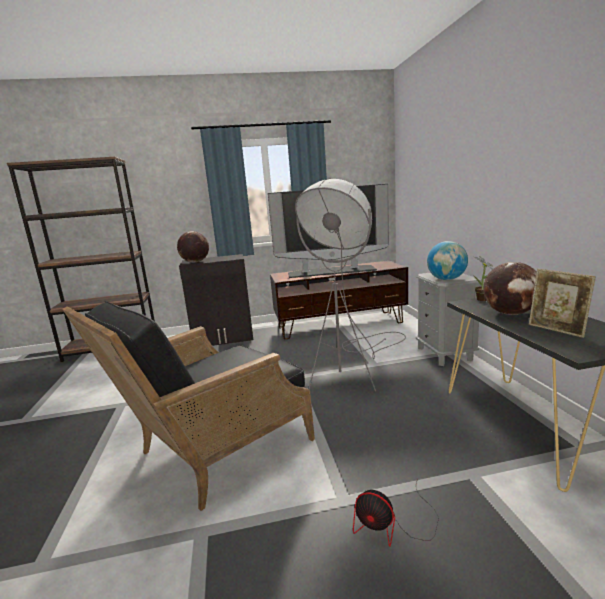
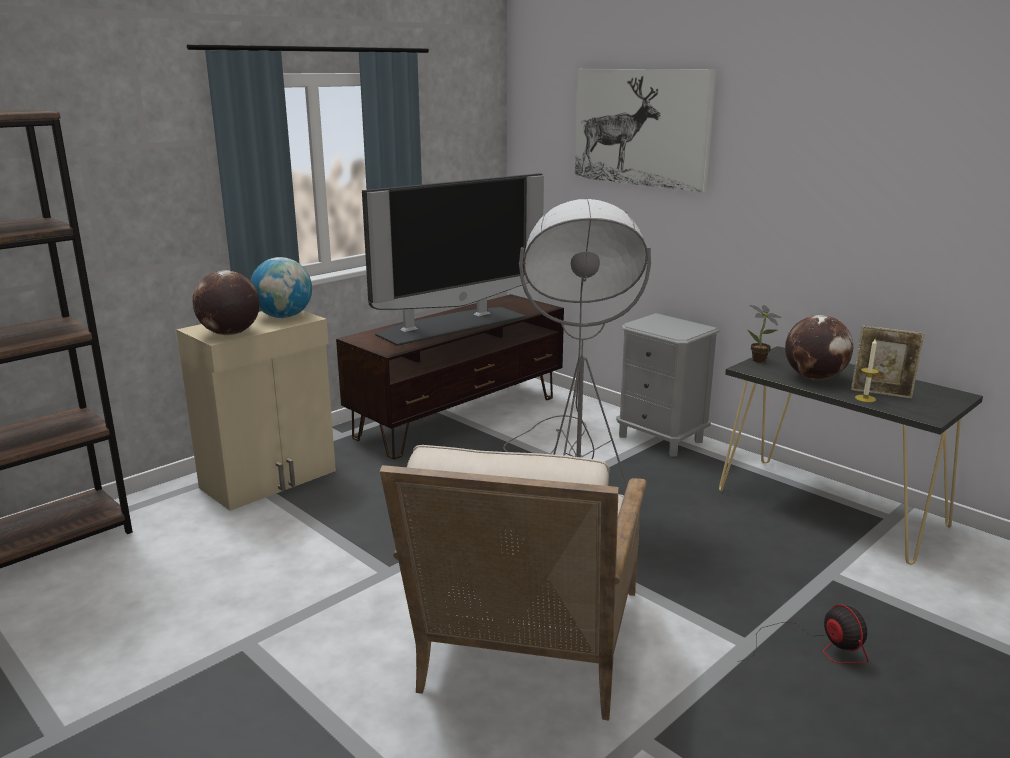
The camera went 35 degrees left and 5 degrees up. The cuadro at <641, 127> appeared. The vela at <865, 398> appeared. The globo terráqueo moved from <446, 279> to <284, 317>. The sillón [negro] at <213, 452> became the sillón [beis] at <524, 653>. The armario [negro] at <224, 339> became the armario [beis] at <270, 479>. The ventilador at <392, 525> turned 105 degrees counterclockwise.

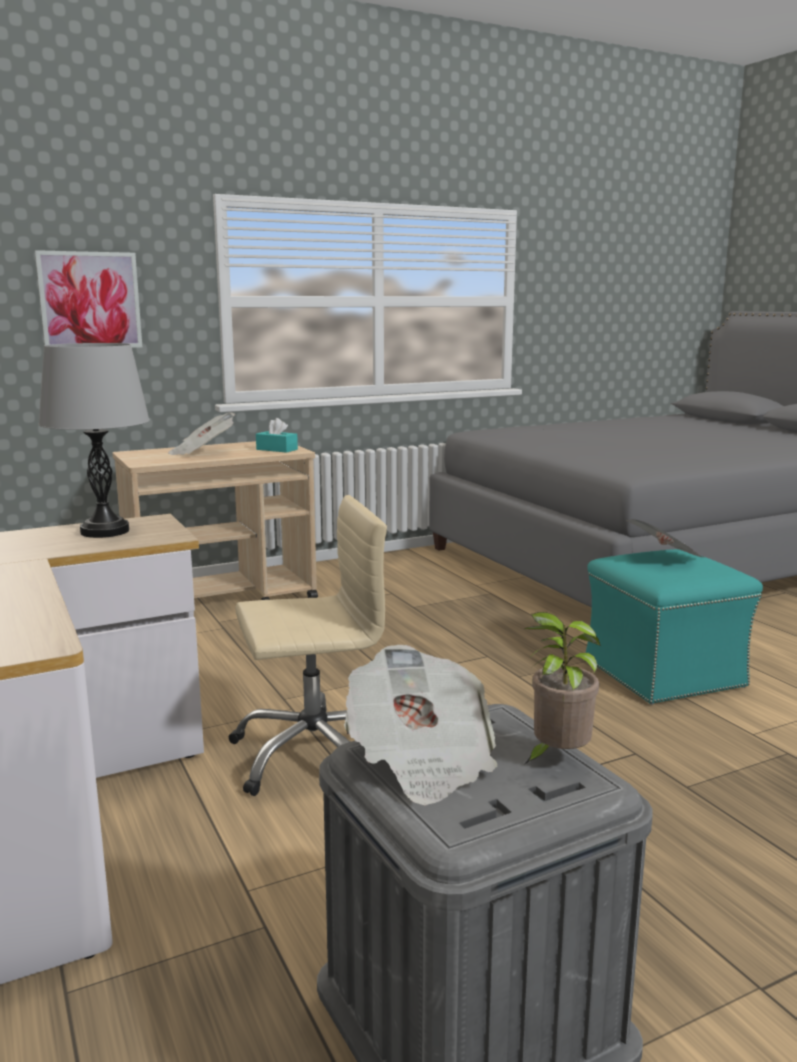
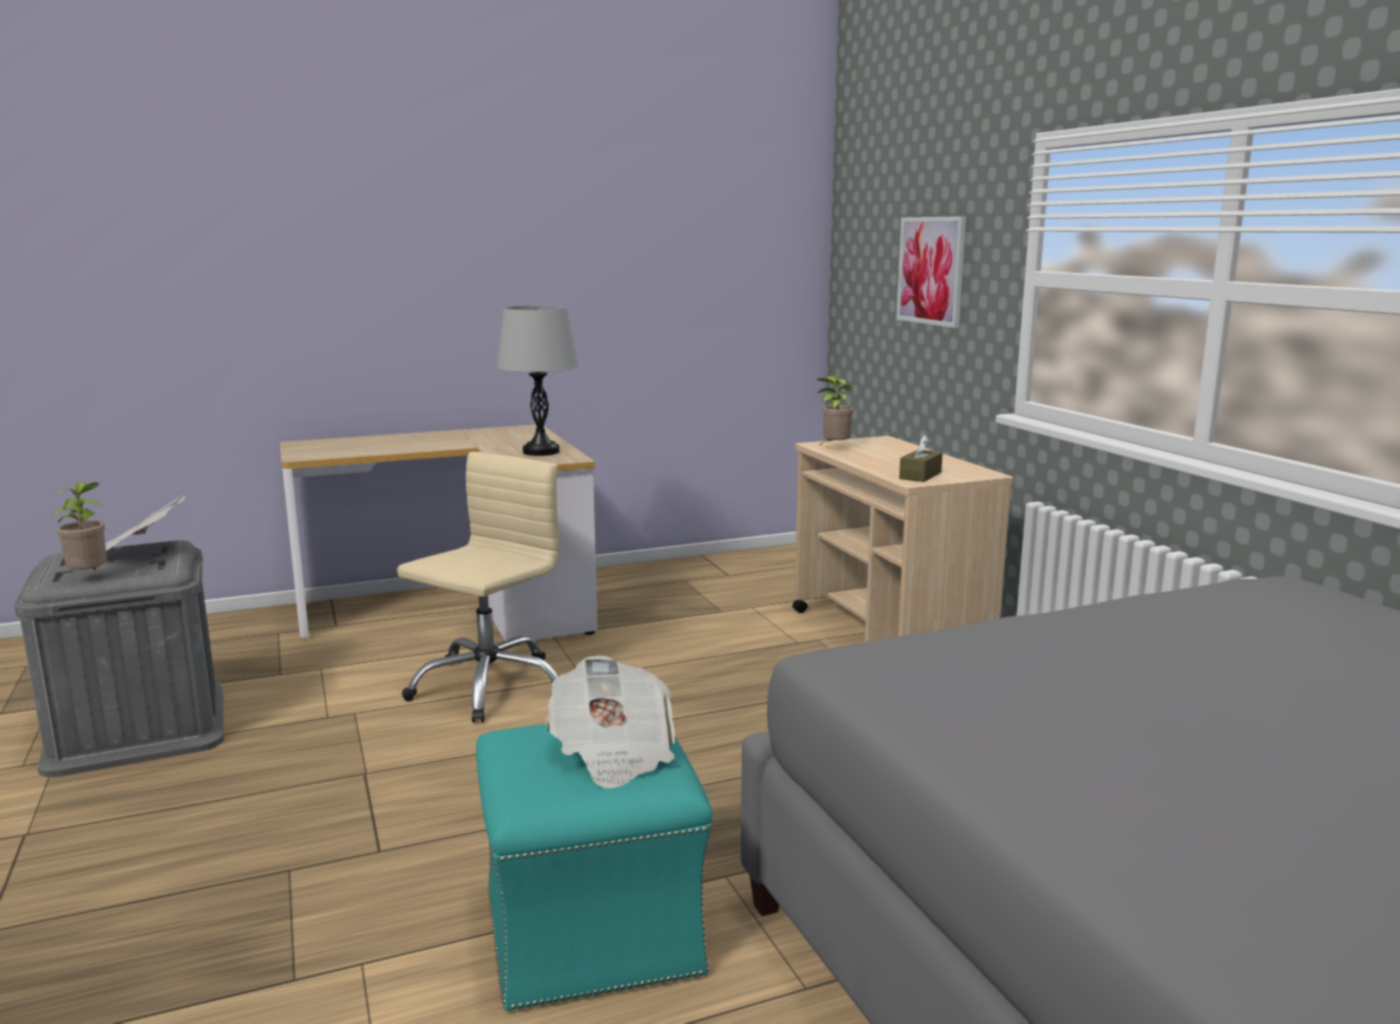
The camera went 95 degrees right and 0 degrees up. The periódico at <203, 452> disappeared. The planta en maceta at <834, 448> appeared. The caja de pañuelos [turquesa] at <277, 449> became the caja de pañuelos [marrón] at <920, 475>. The silla de oficina [beis] at <314, 754> turned 135 degrees counterclockwise.

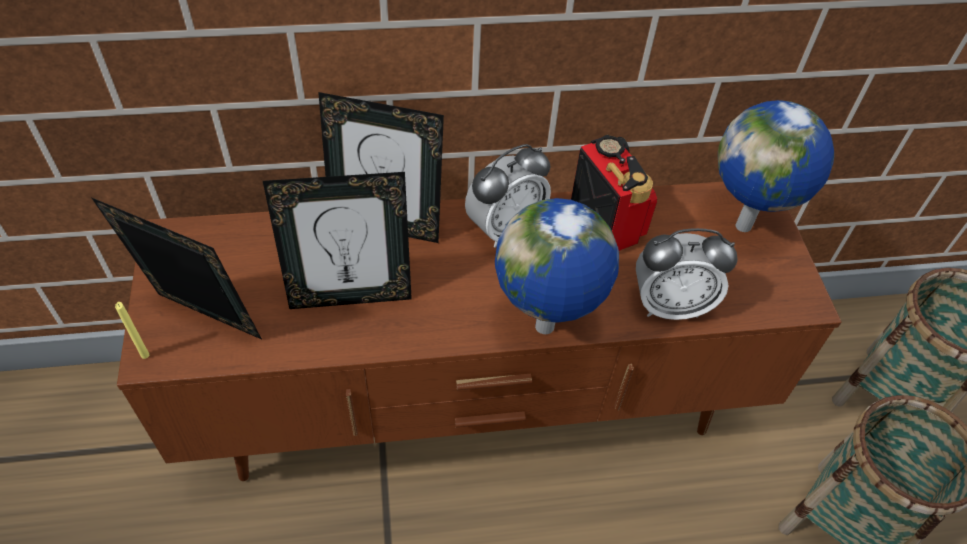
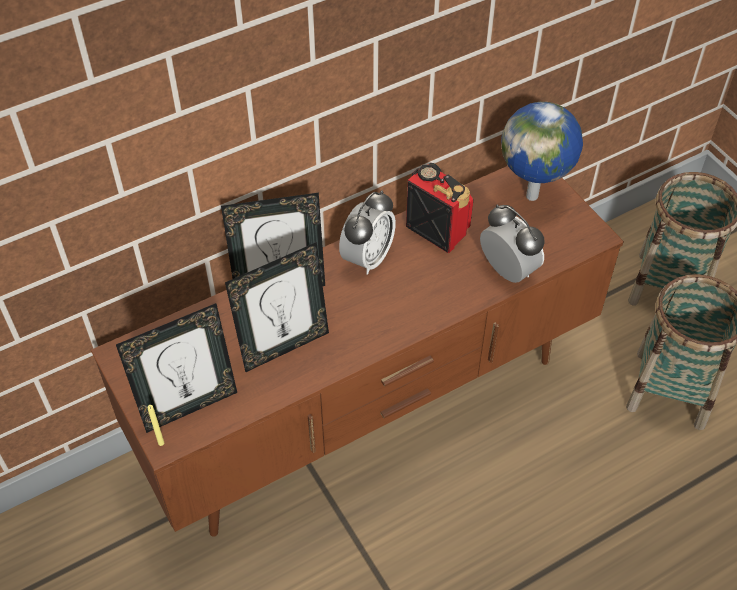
The camera went 20 degrees left and 0 degrees up. The globo terráqueo at <546, 328> disappeared. The portarretratos at <203, 324> turned 150 degrees clockwise. The despertador at <670, 305> turned 105 degrees counterclockwise.

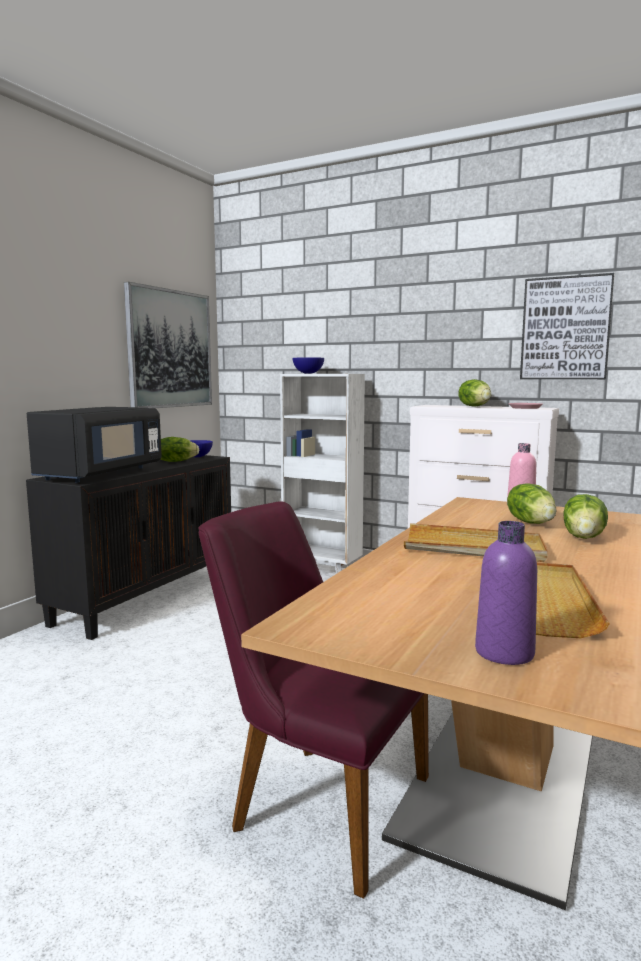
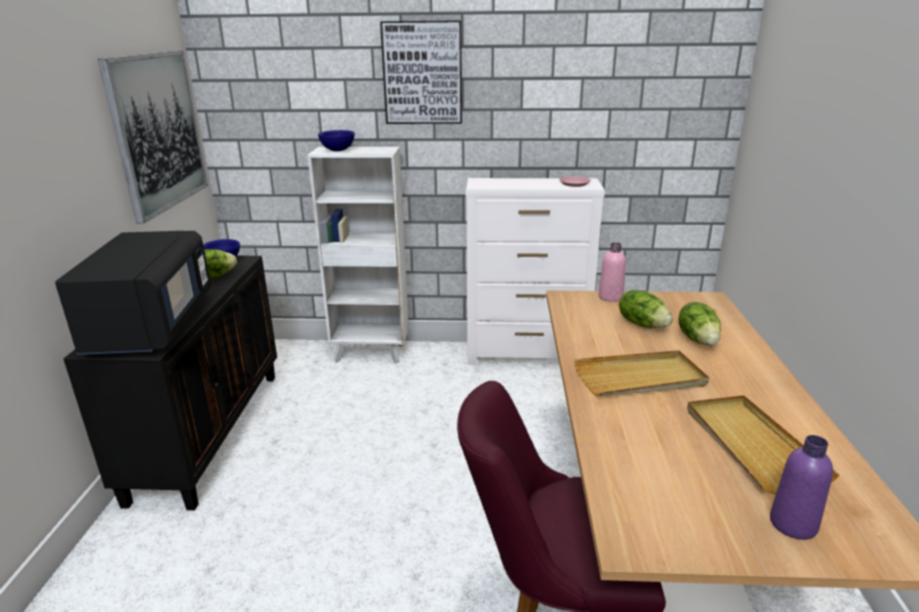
The camera went 25 degrees left and 15 degrees up. The lechuga at <475, 406> disappeared. The cuadro moved from <565, 328> to <422, 73>.

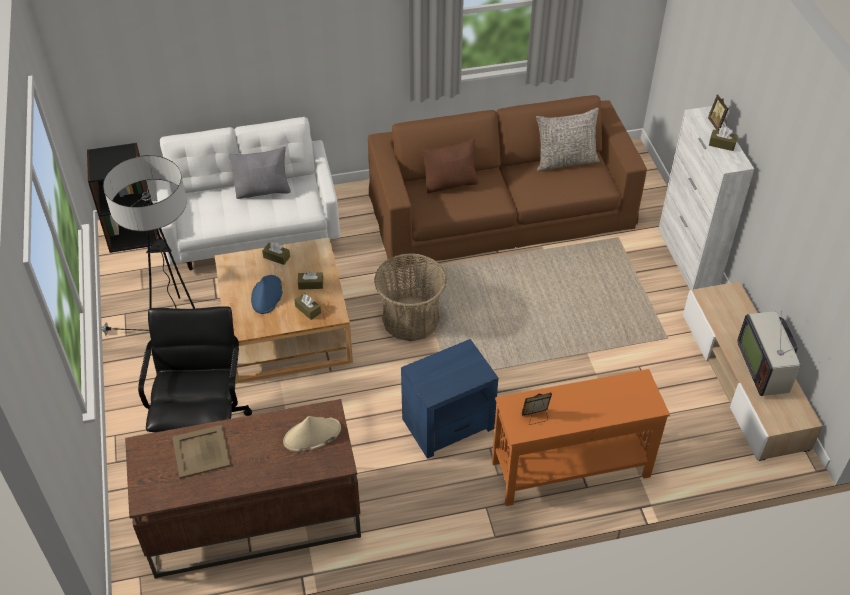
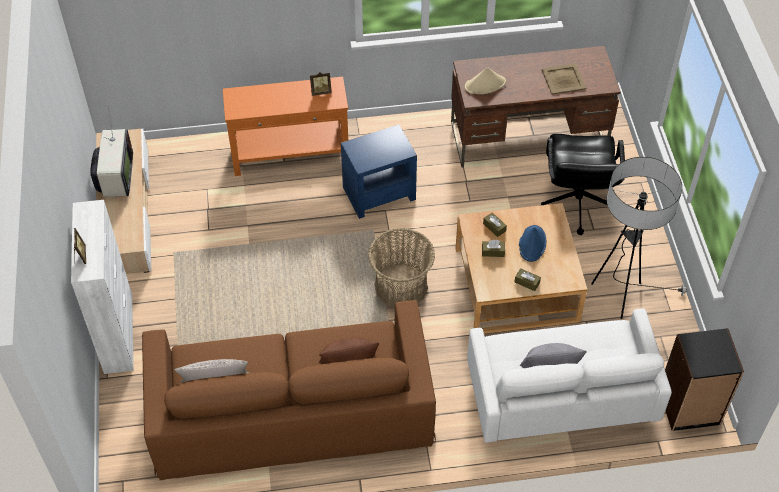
The camera went 175 degrees left and 5 degrees up. The caja de pañuelos [marrón] at <722, 144> disappeared.

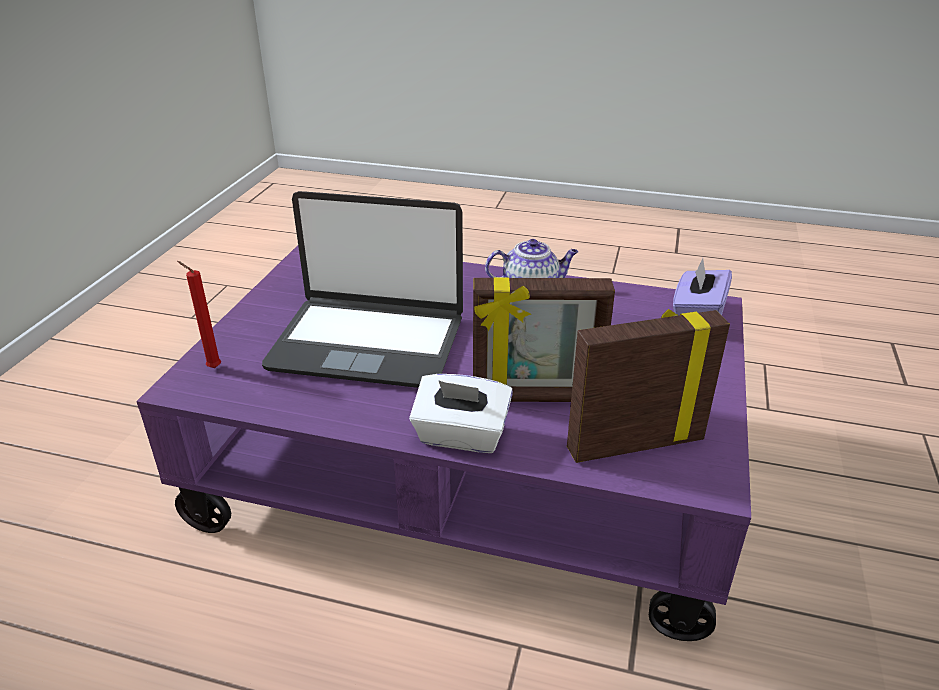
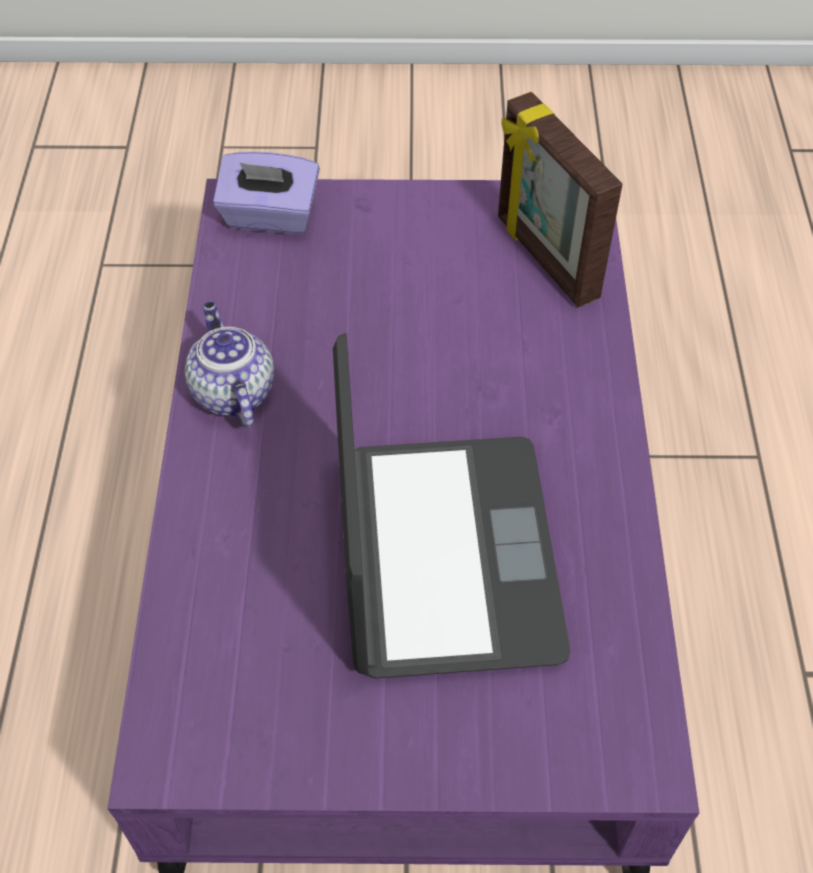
The camera went 105 degrees left and 20 degrees up. The vela [rojo] at <212, 367> disappeared. The caja de pañuelos [blanco] at <461, 436> disappeared. The portarretratos at <536, 398> disappeared.

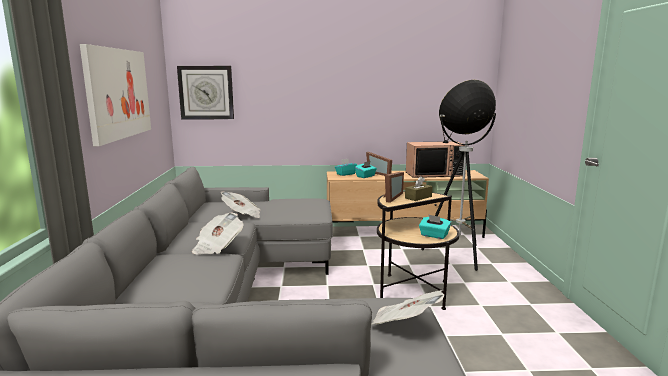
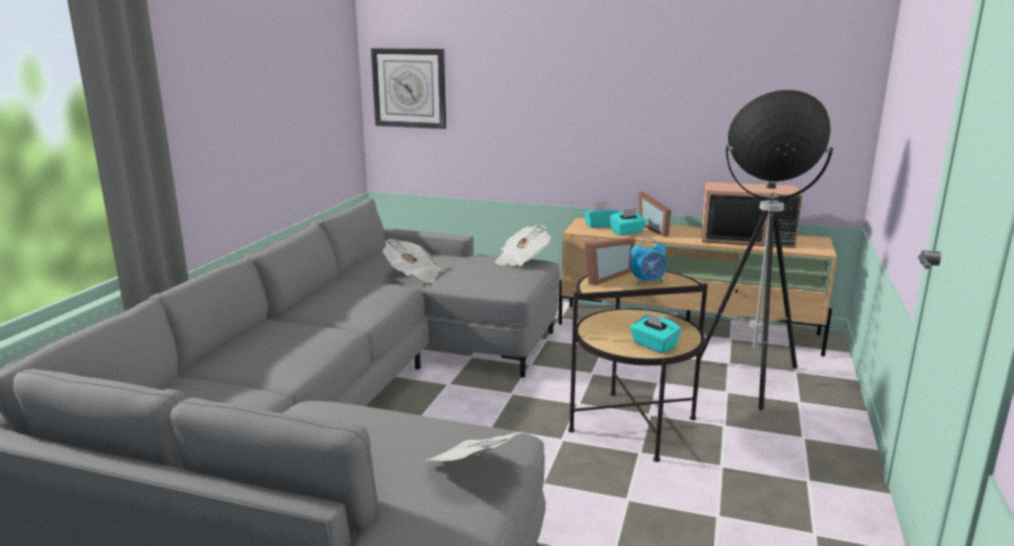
The camera went 20 degrees right and 5 degrees up. The cuadro at <118, 93> disappeared. The periódico moved from <217, 247> to <521, 260>. The caja de pañuelos [marrón] at <418, 197> was replaced by the despertador at <648, 282>.

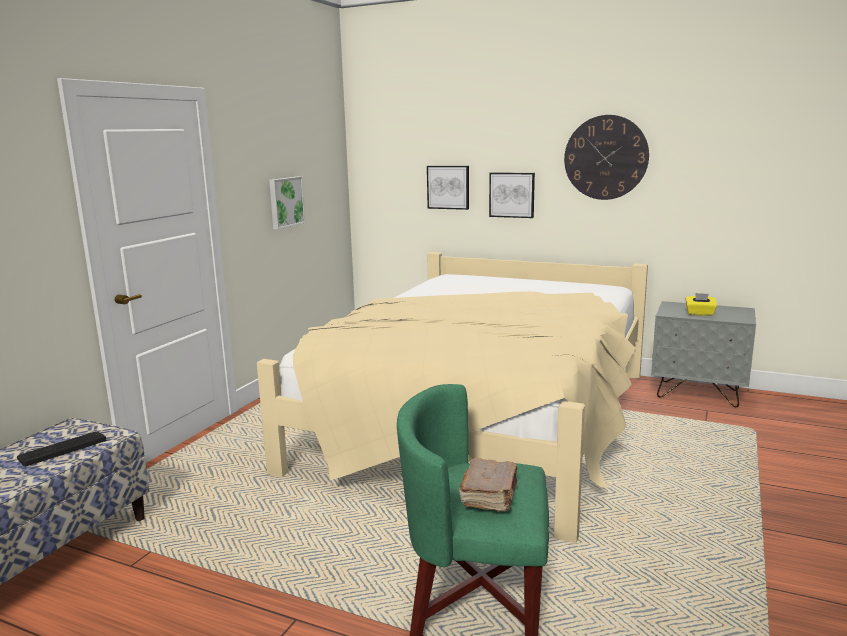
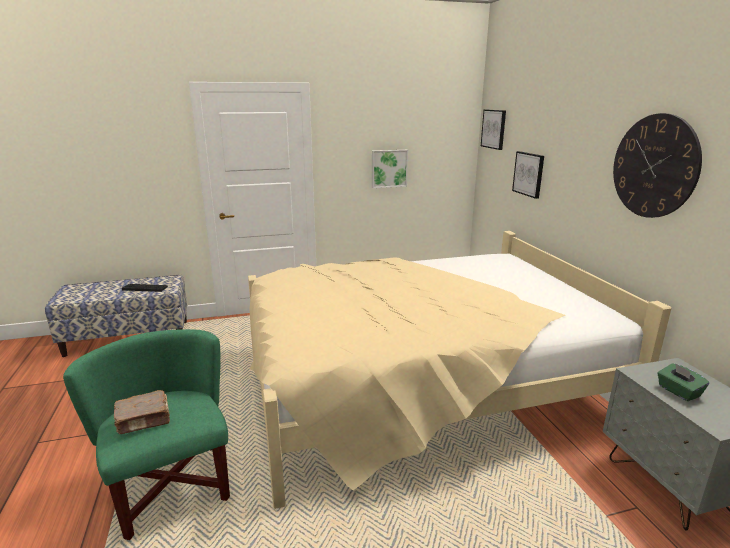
The camera went 50 degrees right and 5 degrees up. The cuadro moved from <512, 195> to <494, 129>. The caja de pañuelos [amarillo] at <700, 314> became the caja de pañuelos [verde] at <678, 391>.

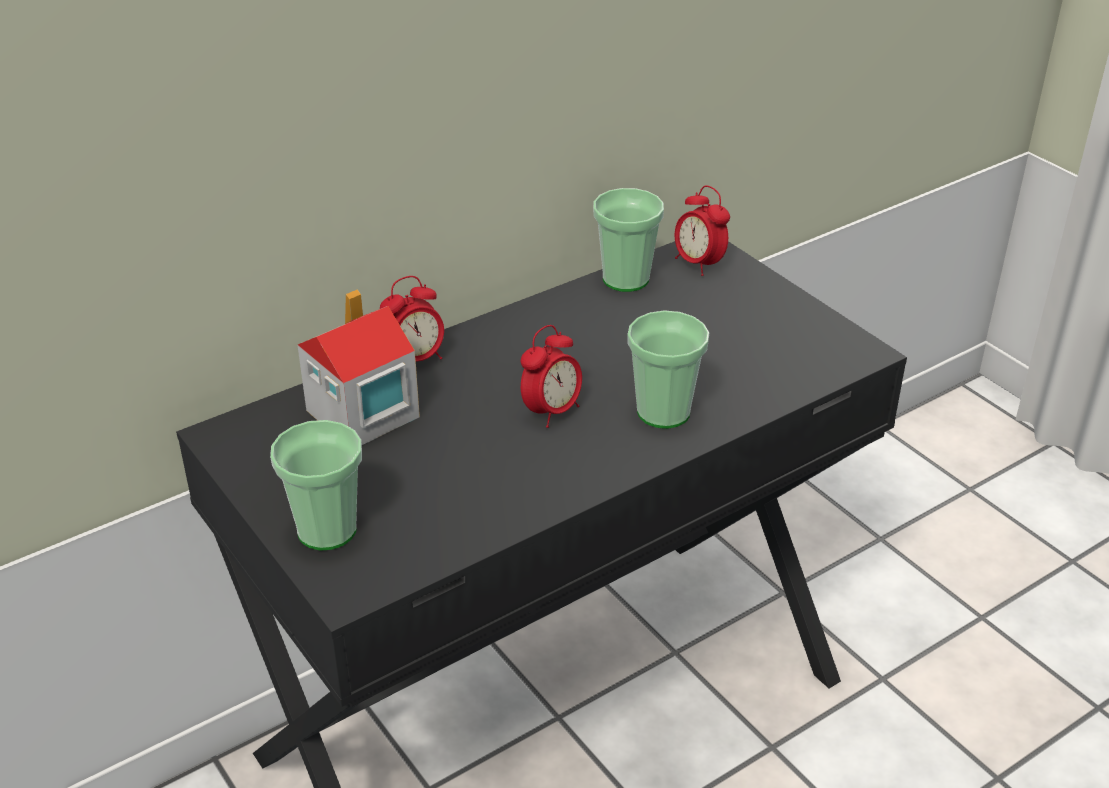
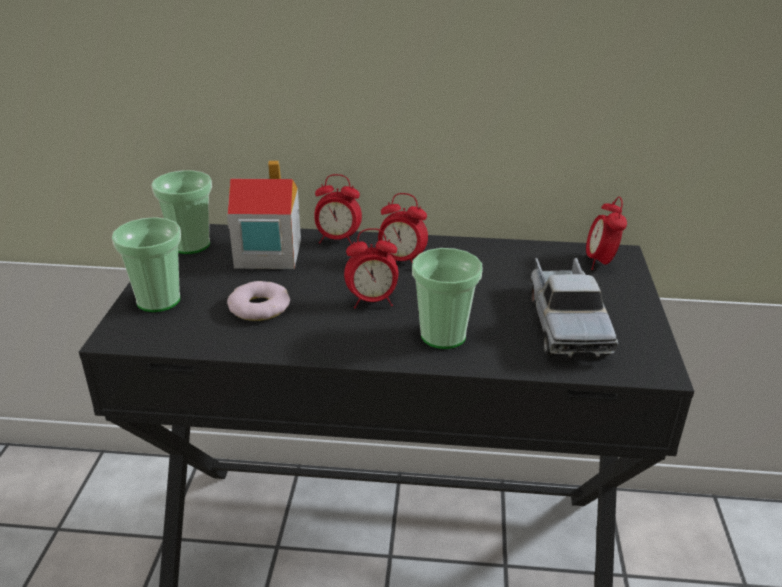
The camera went 40 degrees right and 5 degrees down. The rosquilla at <259, 307> appeared. The despertador at <401, 261> appeared. The camión de juguete at <565, 323> appeared. The taza moved from <625, 279> to <191, 245>.

